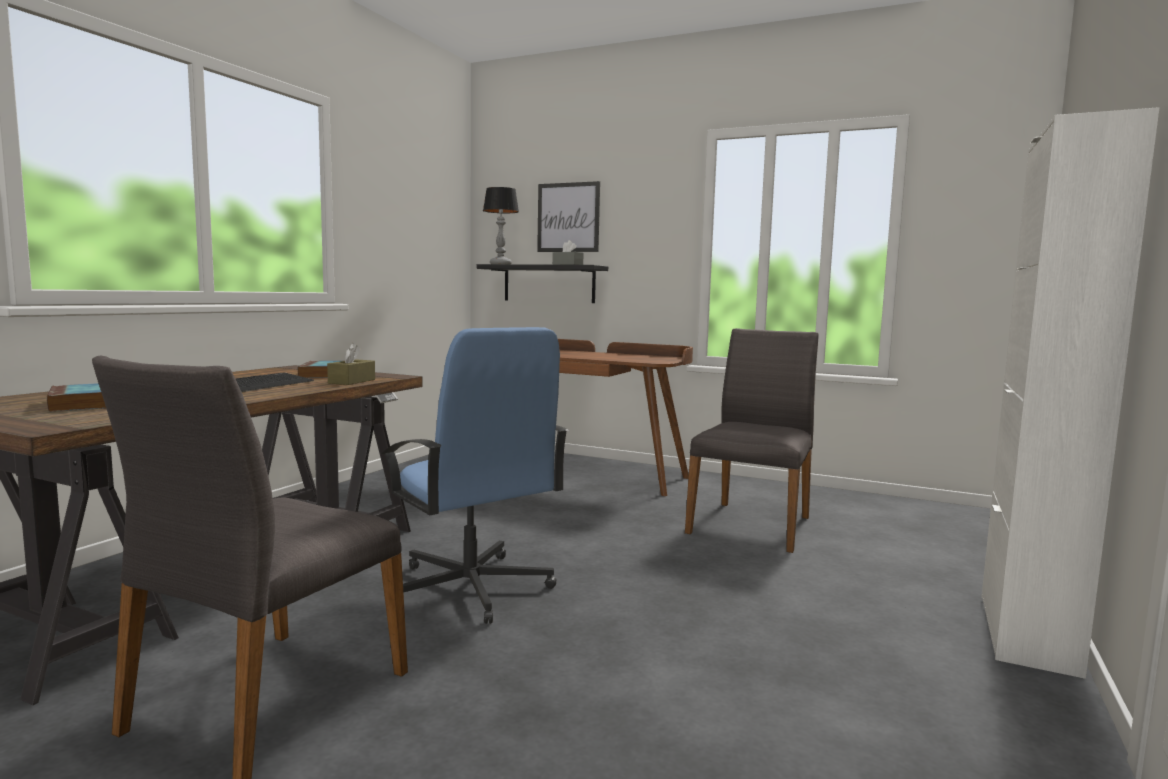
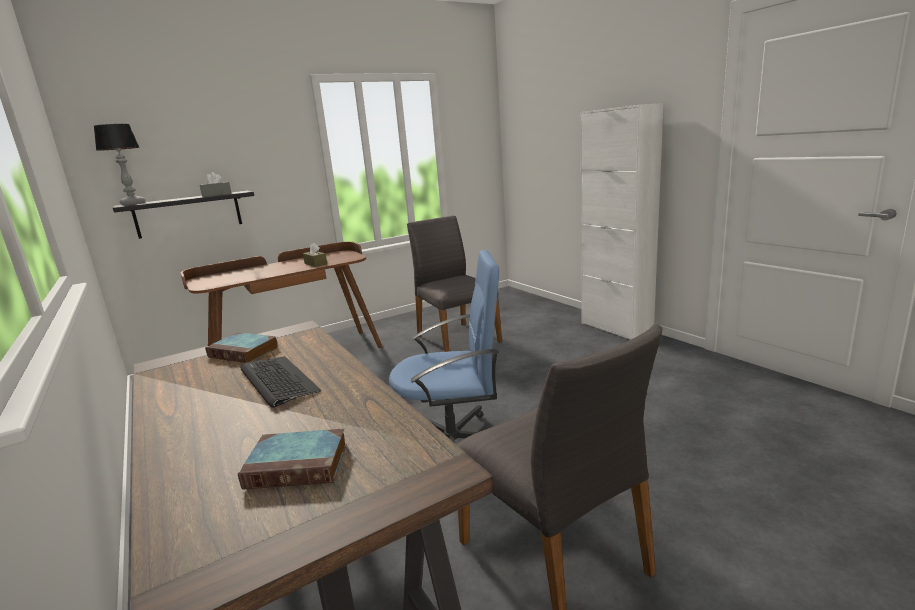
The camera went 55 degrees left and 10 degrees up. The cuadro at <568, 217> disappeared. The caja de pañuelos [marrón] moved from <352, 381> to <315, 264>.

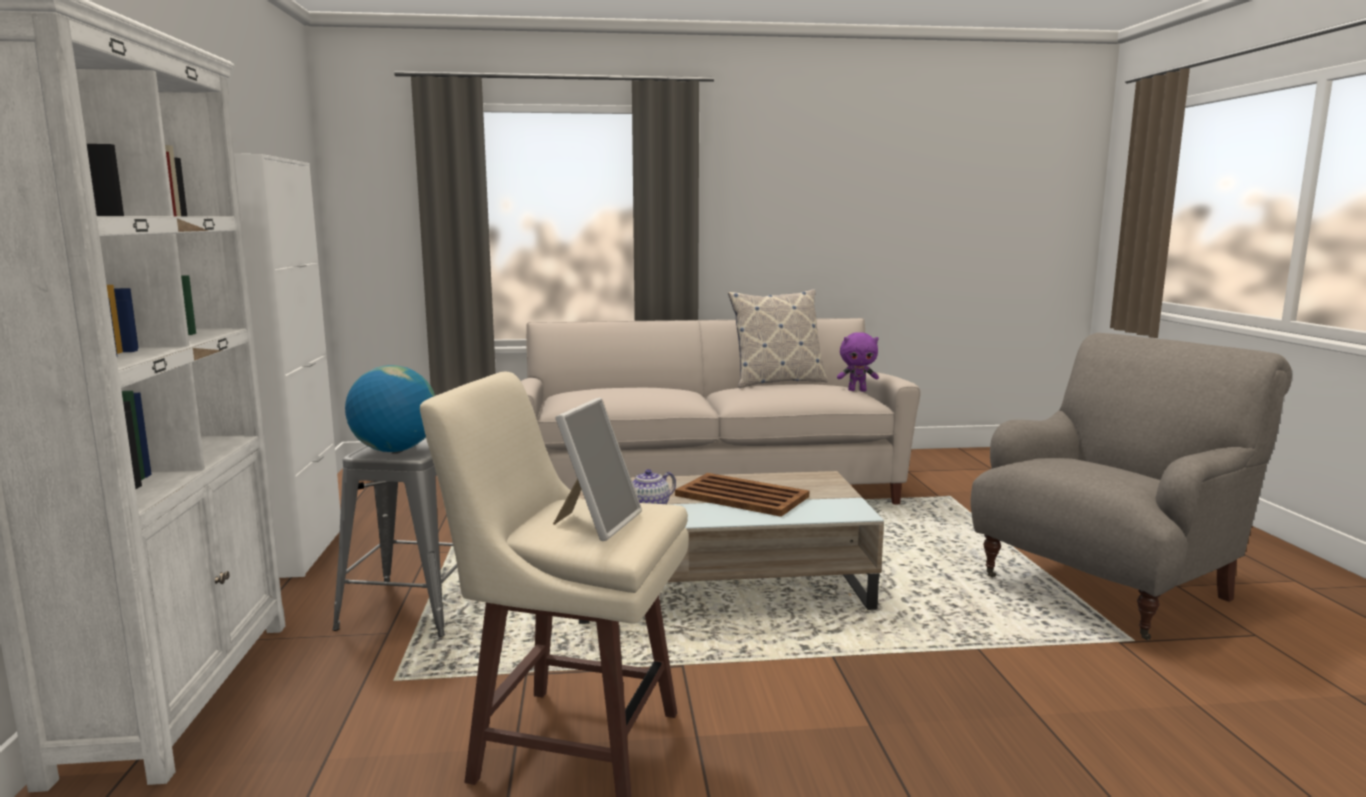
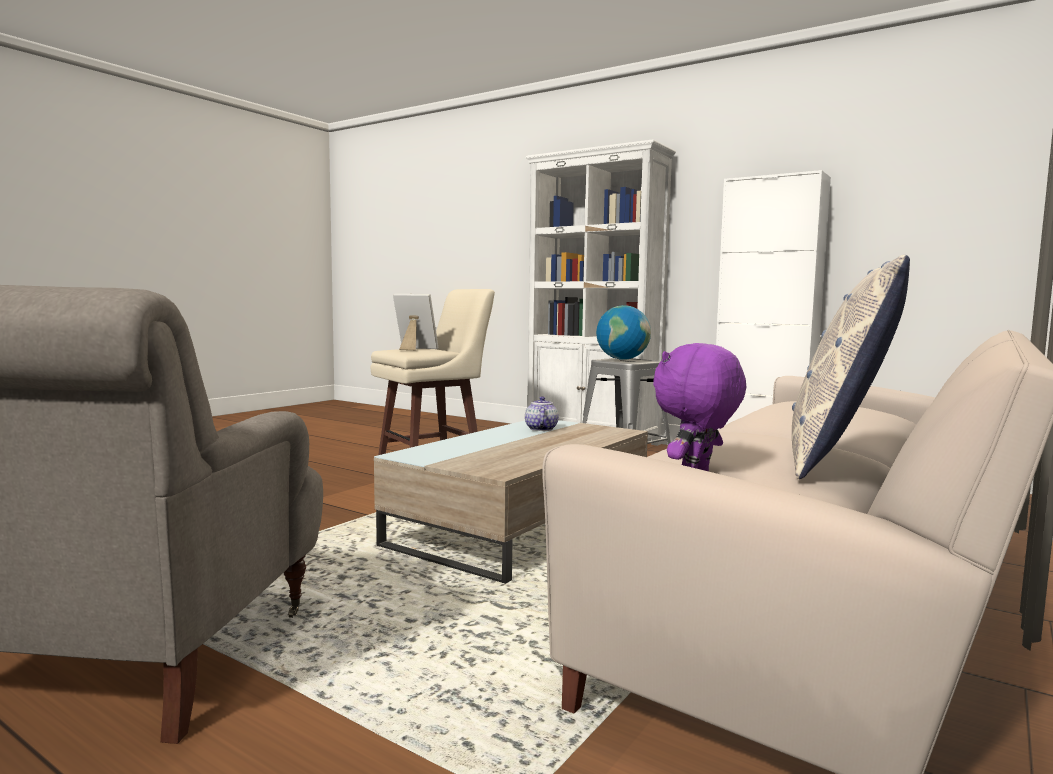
The camera went 130 degrees right and 5 degrees down. The bandeja [marrón] at <741, 496> disappeared. The portarretratos at <596, 523> turned 135 degrees clockwise.

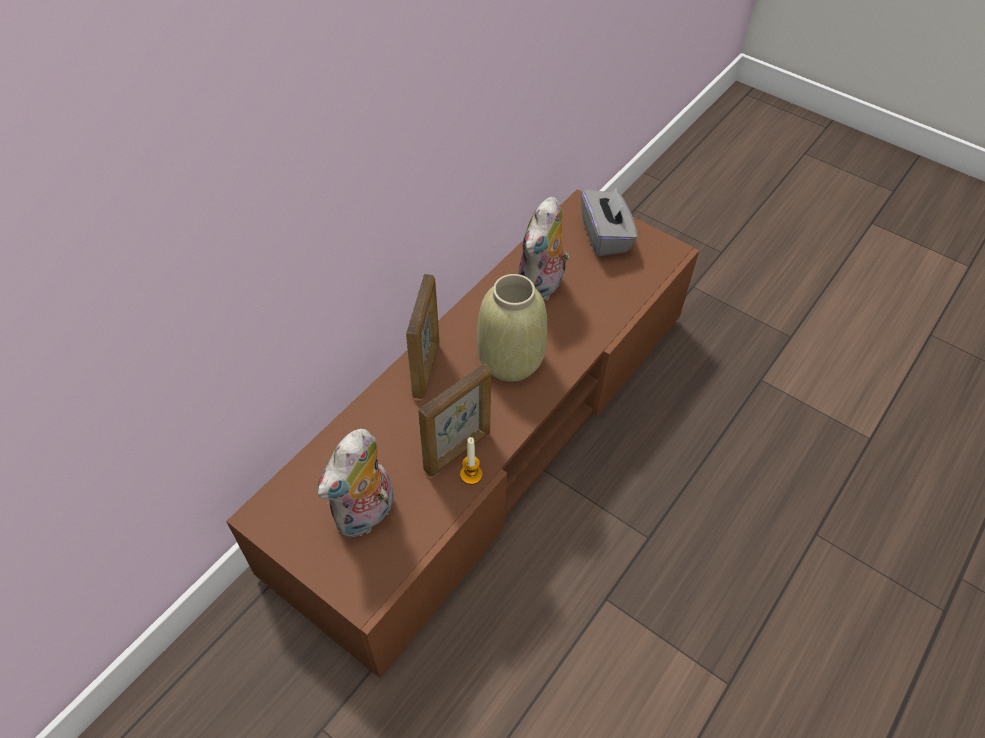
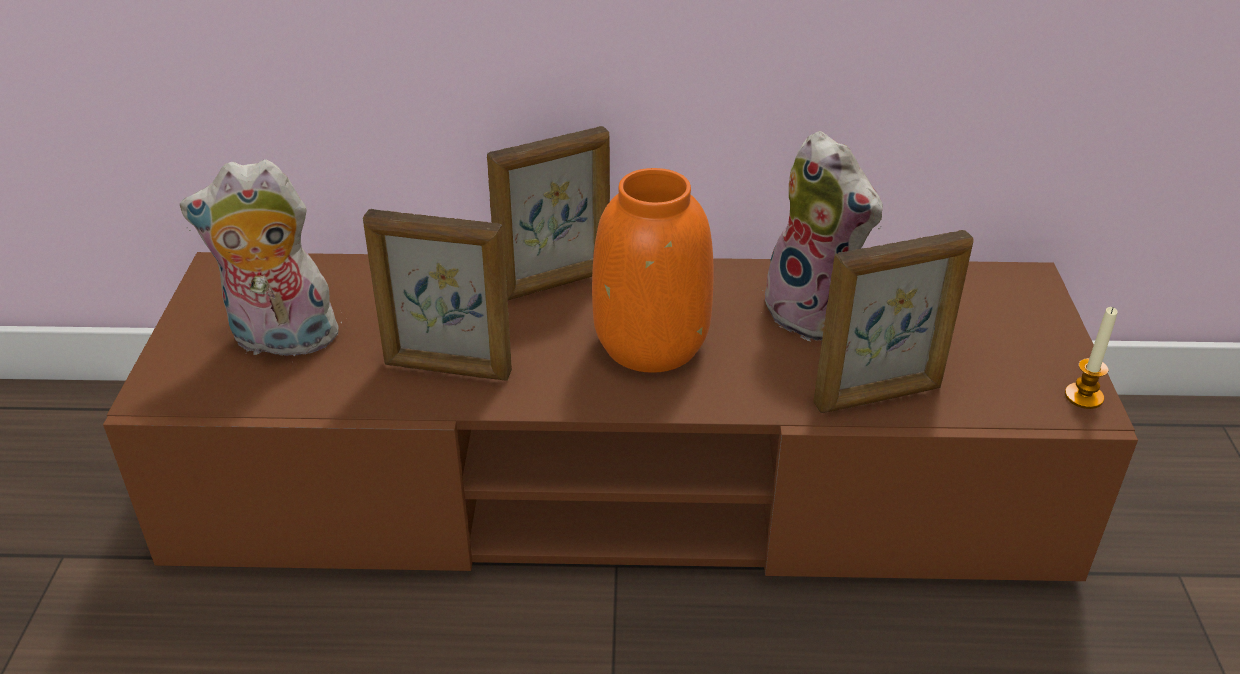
The camera went 55 degrees right and 15 degrees down. The caja de pañuelos [gris] at <605, 236> disappeared. The portarretratos at <879, 396> appeared. The vela moved from <471, 474> to <1083, 396>. The florero [beis] at <510, 361> became the florero [naranja] at <649, 344>. The peluche at <541, 288> turned 120 degrees counterclockwise.

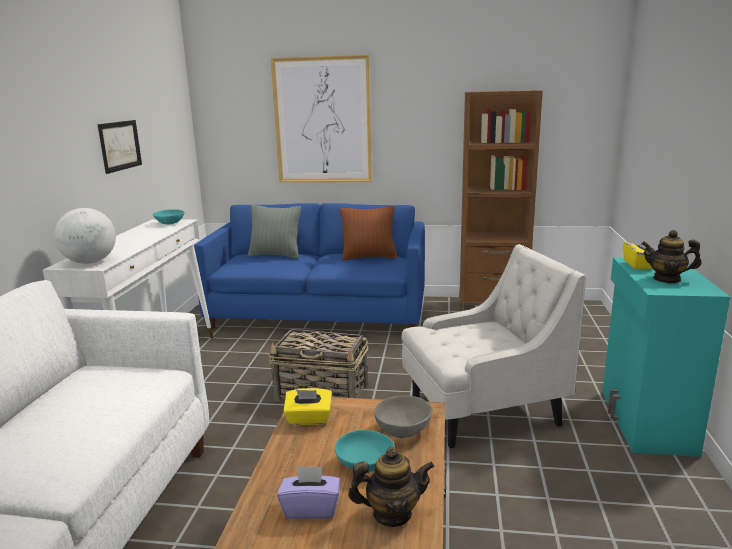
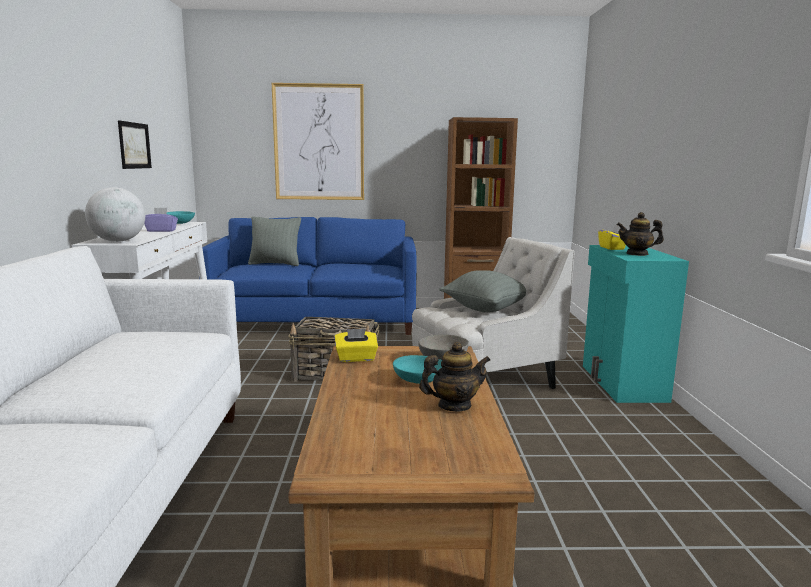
The camera went 10 degrees left and 5 degrees down. The cojín [marrón] at <369, 257> disappeared. The cojín [gris] at <485, 309> appeared. The caja de pañuelos [morado] moved from <311, 508> to <161, 230>.

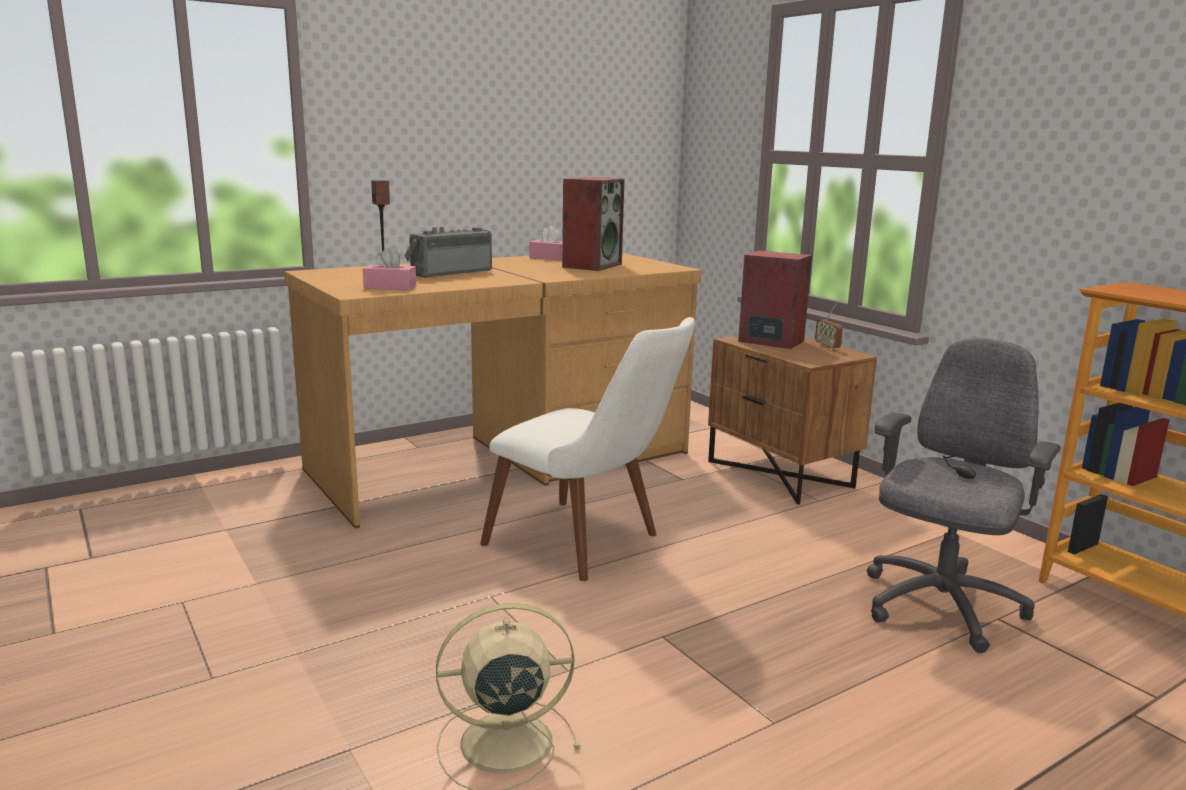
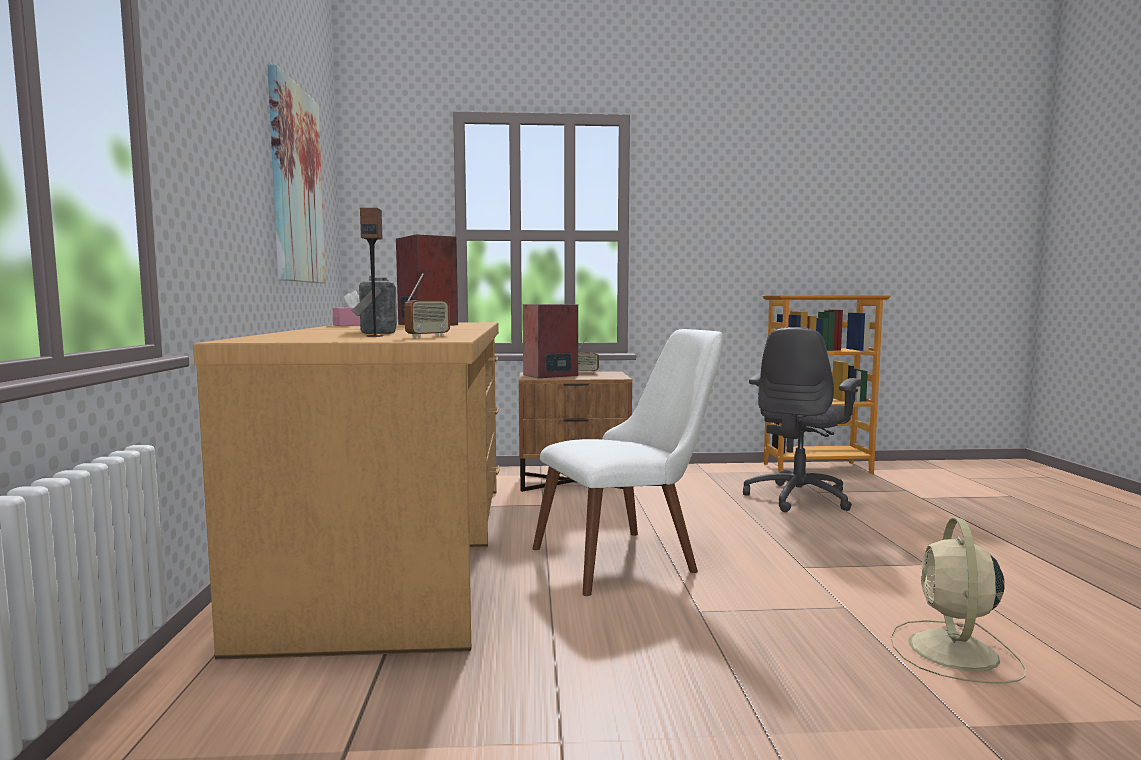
The camera went 60 degrees left and 10 degrees down. The cuadro at <296, 185> appeared. The caja de pañuelos [rosa] at <390, 287> was replaced by the radio at <427, 336>. The silla de oficina [gris] at <939, 607> turned 120 degrees counterclockwise.

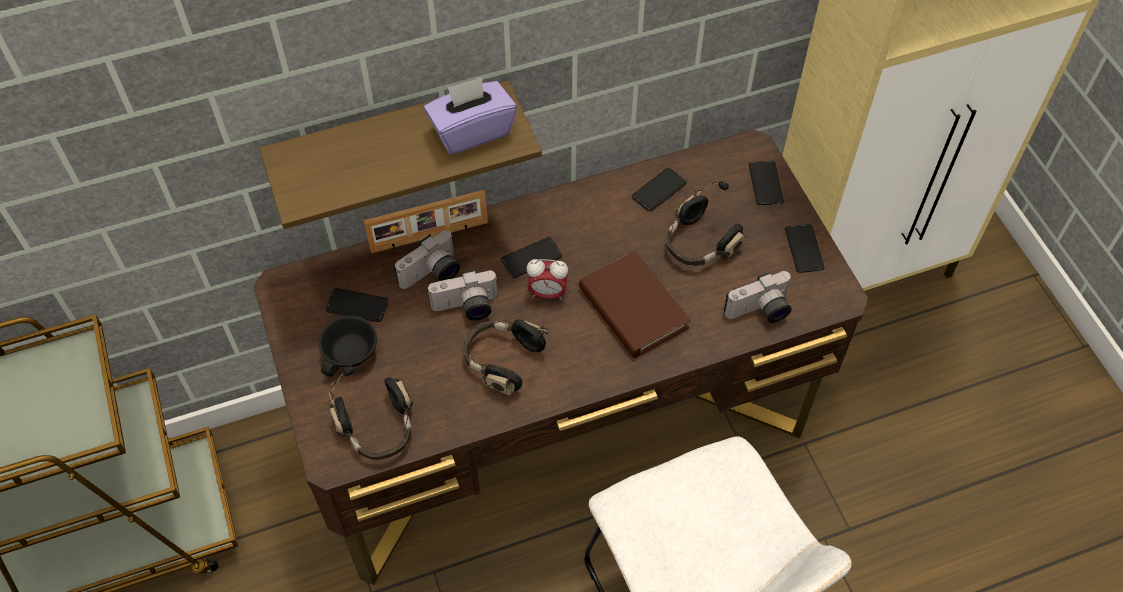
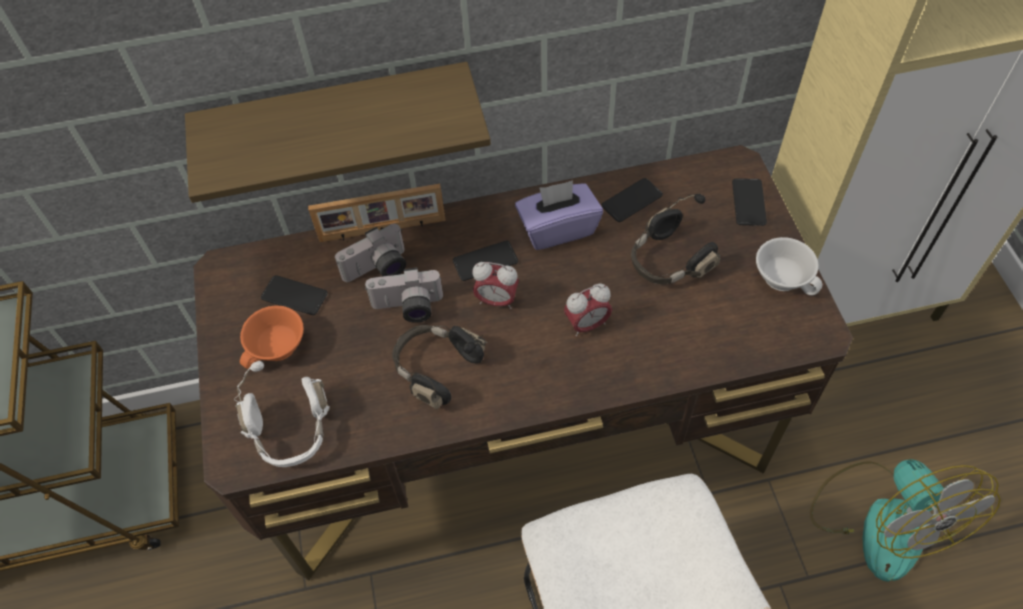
The camera went 10 degrees right and 0 degrees up. The cámara at <760, 311> disappeared. The ventilador at <882, 519> appeared. The caja de pañuelos [morado] moved from <471, 131> to <557, 228>. The libro [marrón] at <633, 308> was replaced by the despertador at <587, 324>. The móvil at <804, 249> was replaced by the taza [blanco] at <784, 276>. The taza [negro] at <351, 355> became the taza [naranja] at <278, 348>. The auriculares [negro] at <378, 428> became the auriculares [blanco] at <290, 431>.

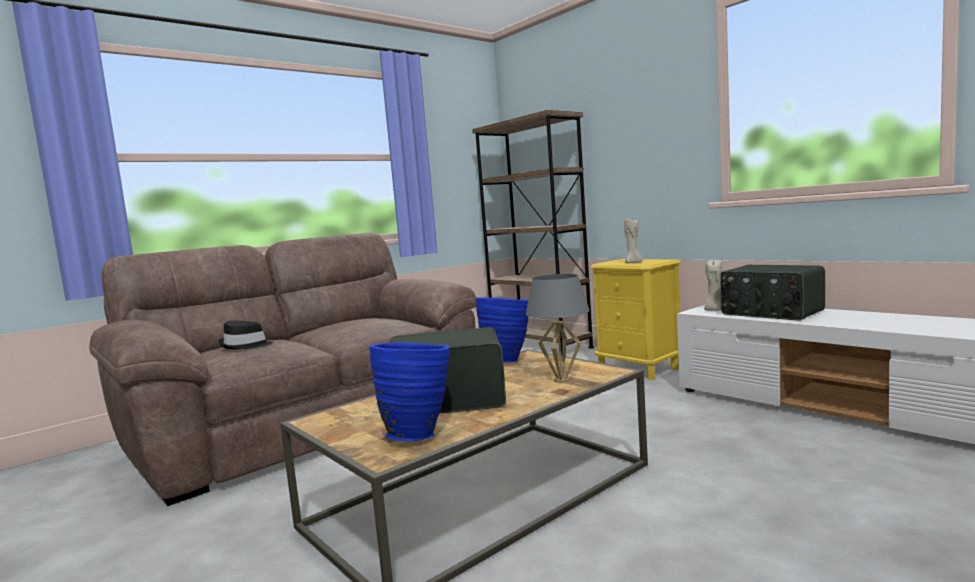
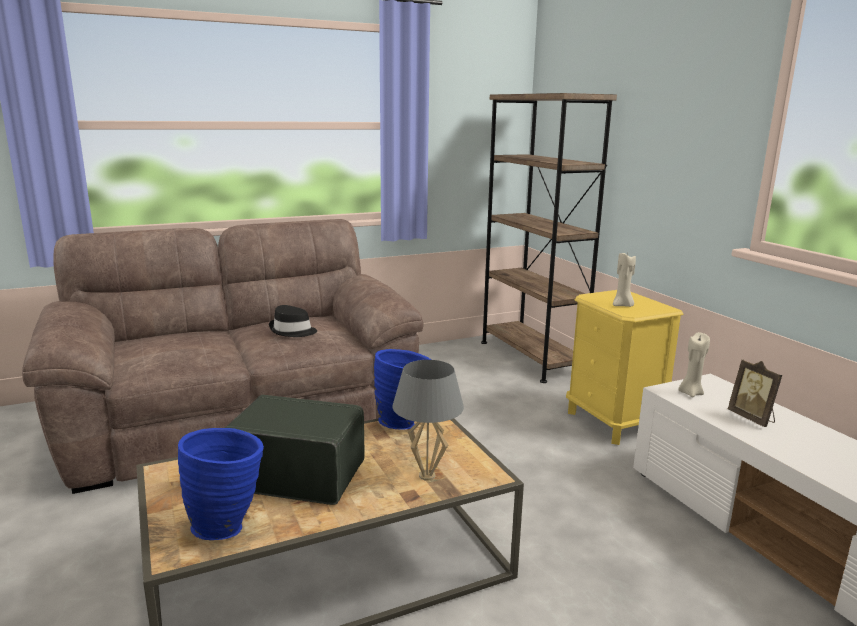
The camera went 15 degrees right and 10 degrees up. The sombrero [negro] moved from <245, 346> to <292, 331>. The radio at <771, 313> was replaced by the portarretratos at <752, 418>.

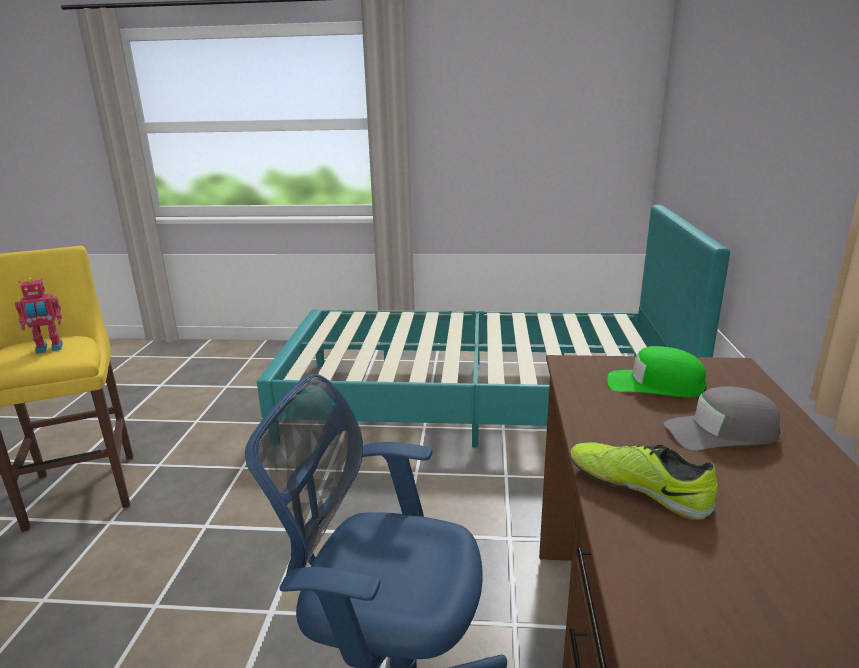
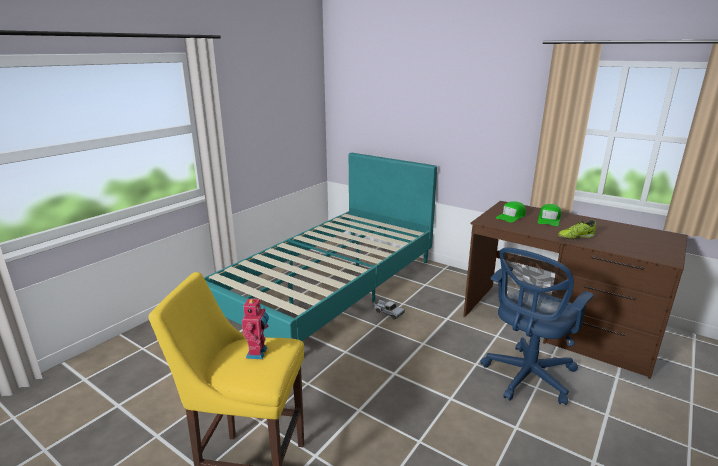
The camera went 60 degrees left and 0 degrees up. The camión de juguete at <388, 312> appeared. The gorra [gris] at <721, 432> became the gorra [verde] at <549, 220>.

